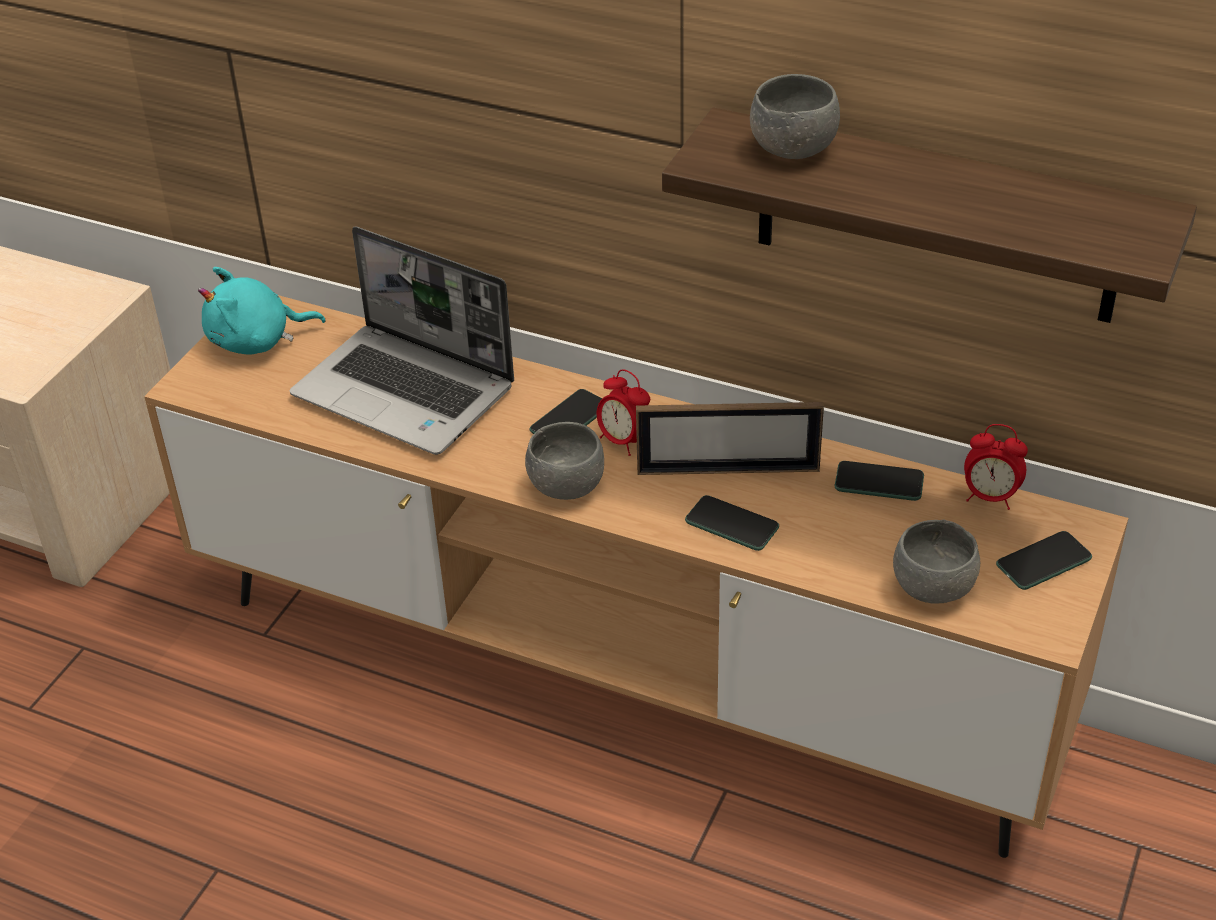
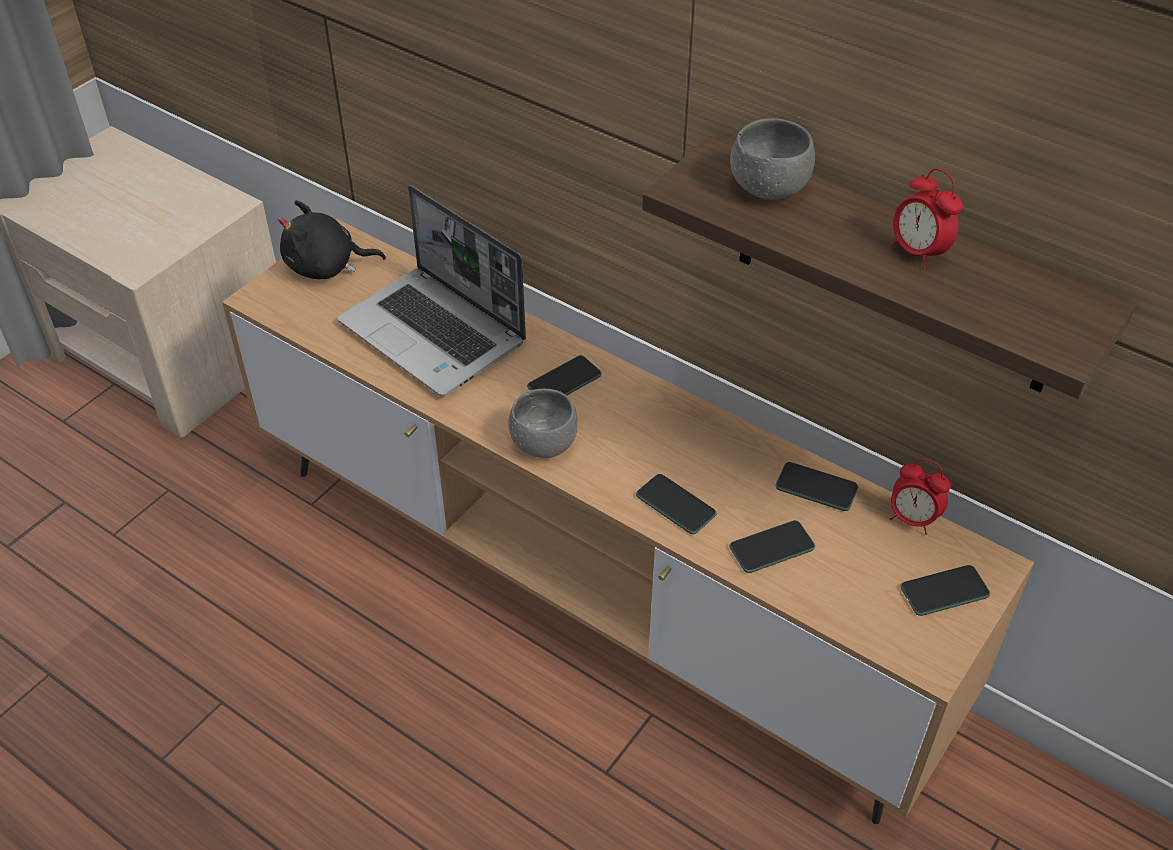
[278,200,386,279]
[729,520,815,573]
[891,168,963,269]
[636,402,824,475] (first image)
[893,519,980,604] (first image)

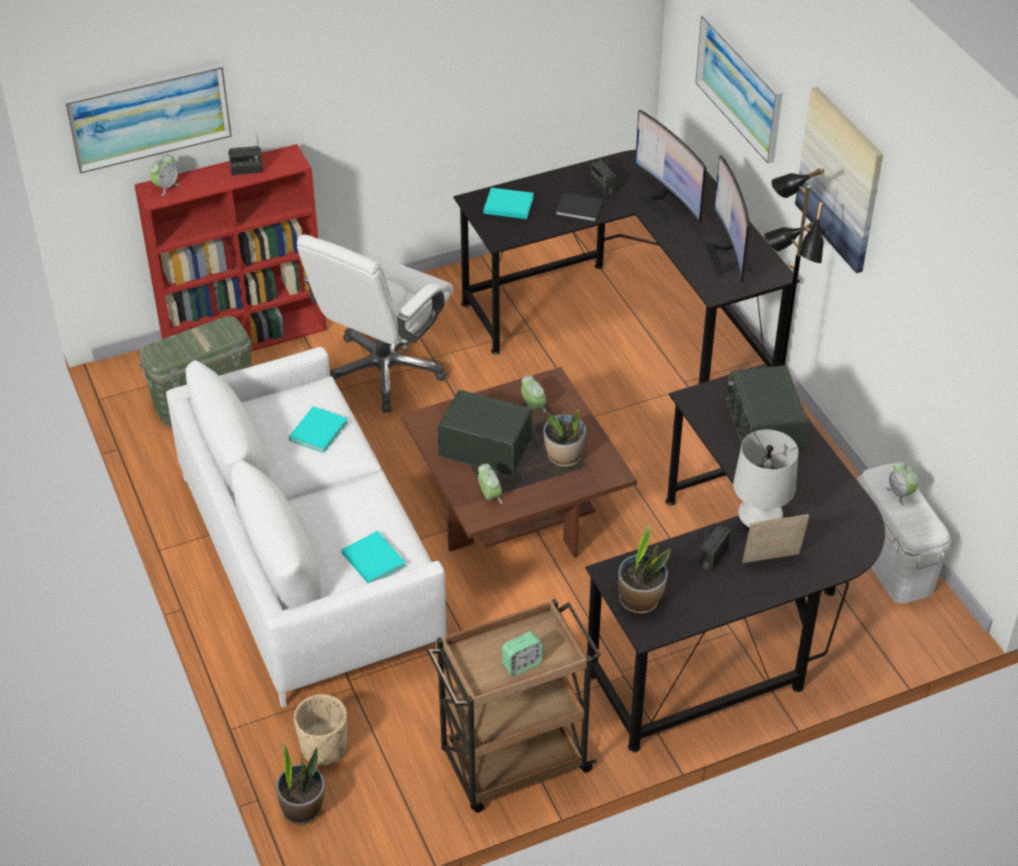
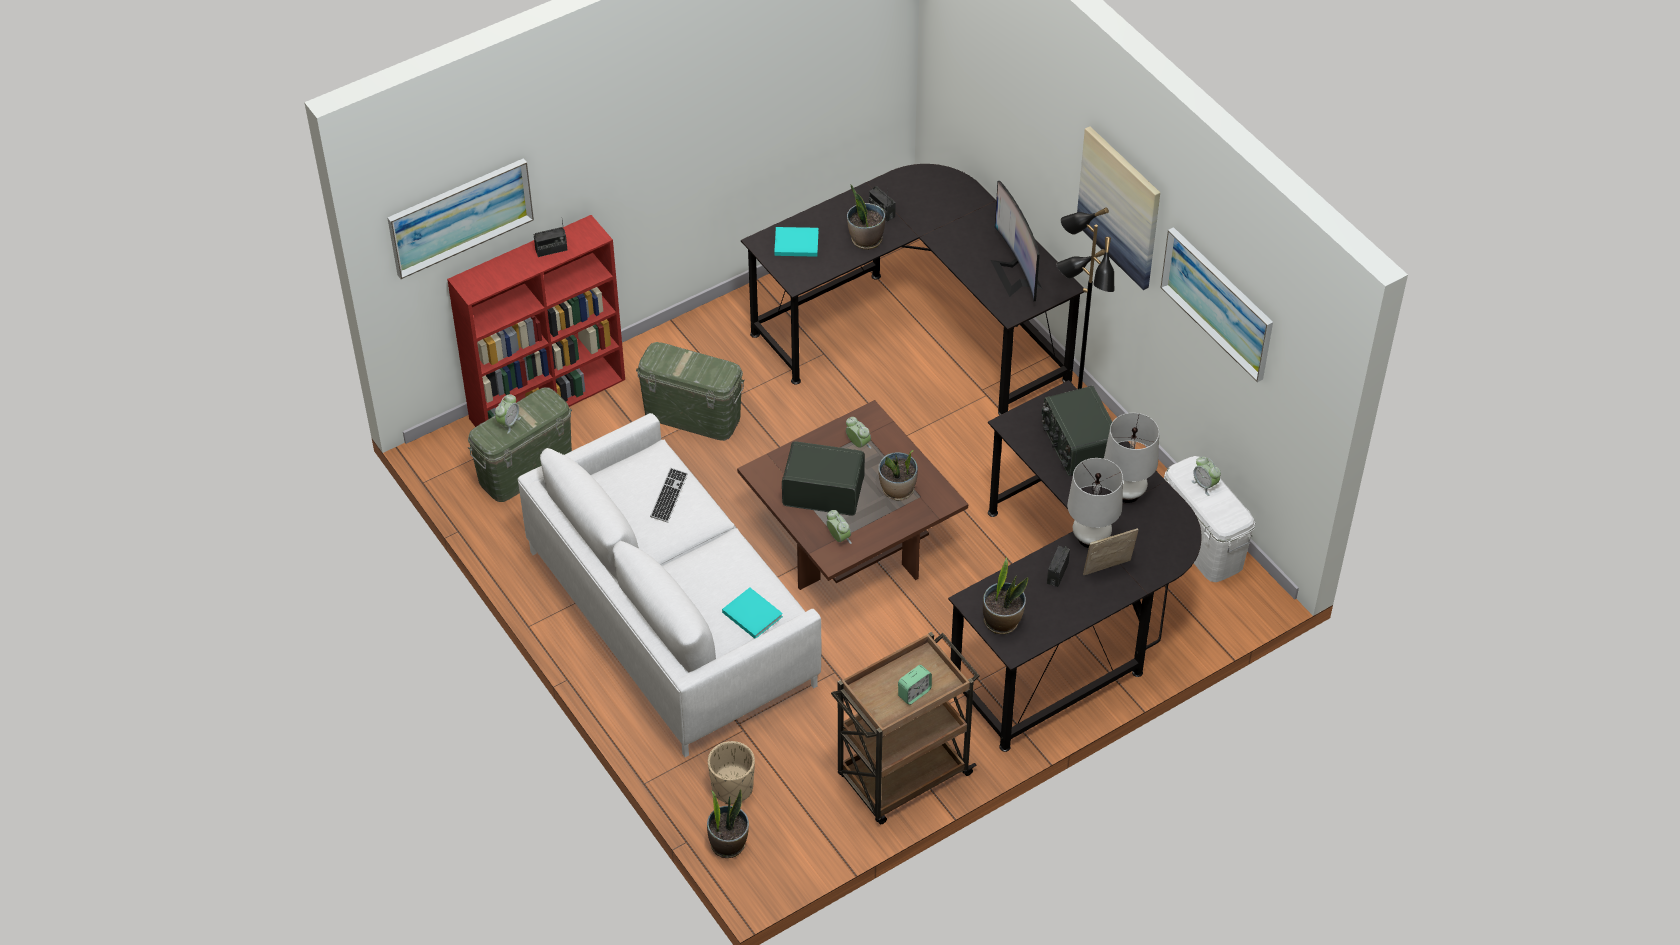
[495,394,521,434]
[636,342,745,441]
[650,468,688,523]
[847,185,885,250]
[1104,413,1159,503]
[1160,227,1273,382]
[635,110,706,225] (first image)

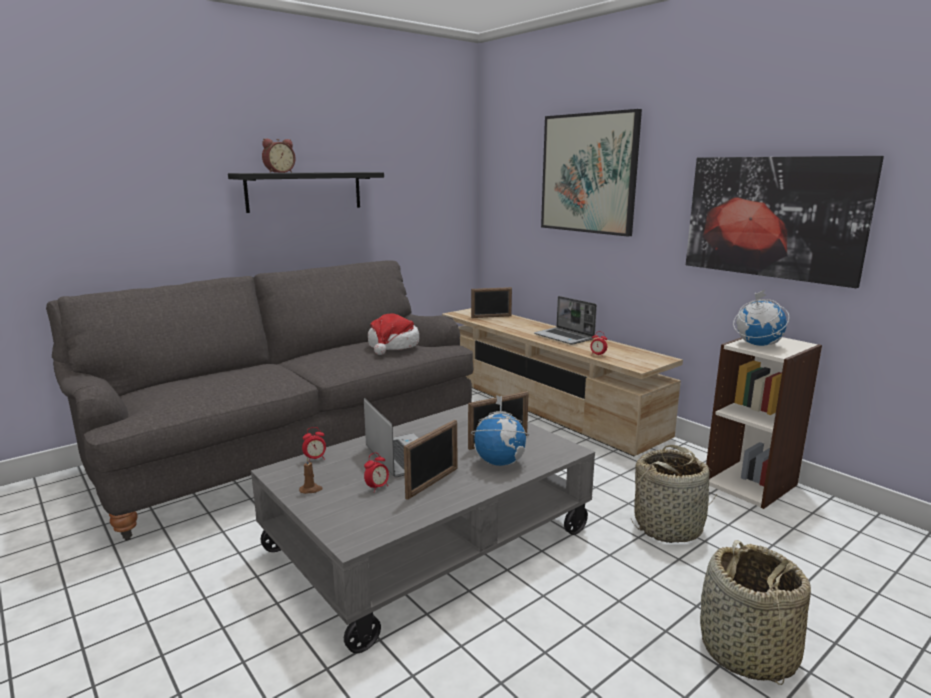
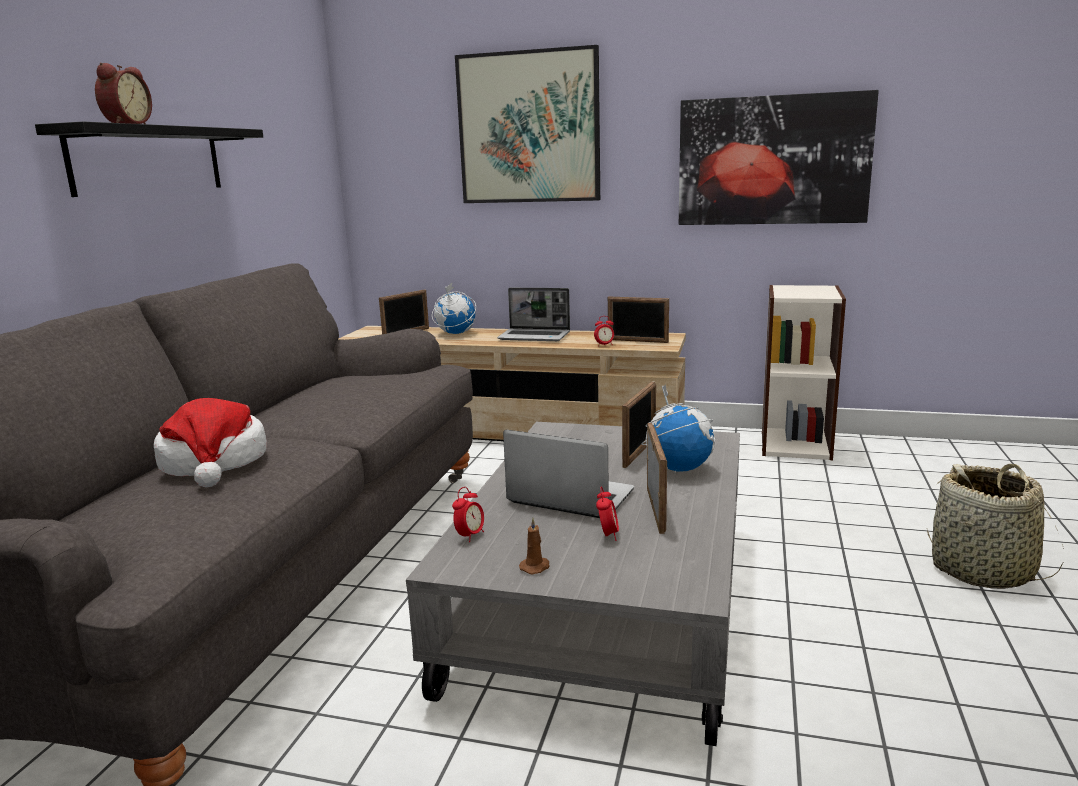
[154,398,267,487]
[432,283,476,334]
[608,297,669,343]
[631,445,717,543] (first image)

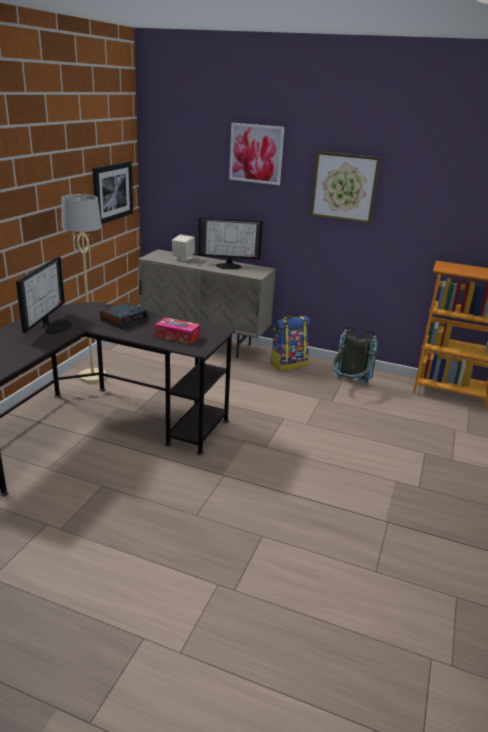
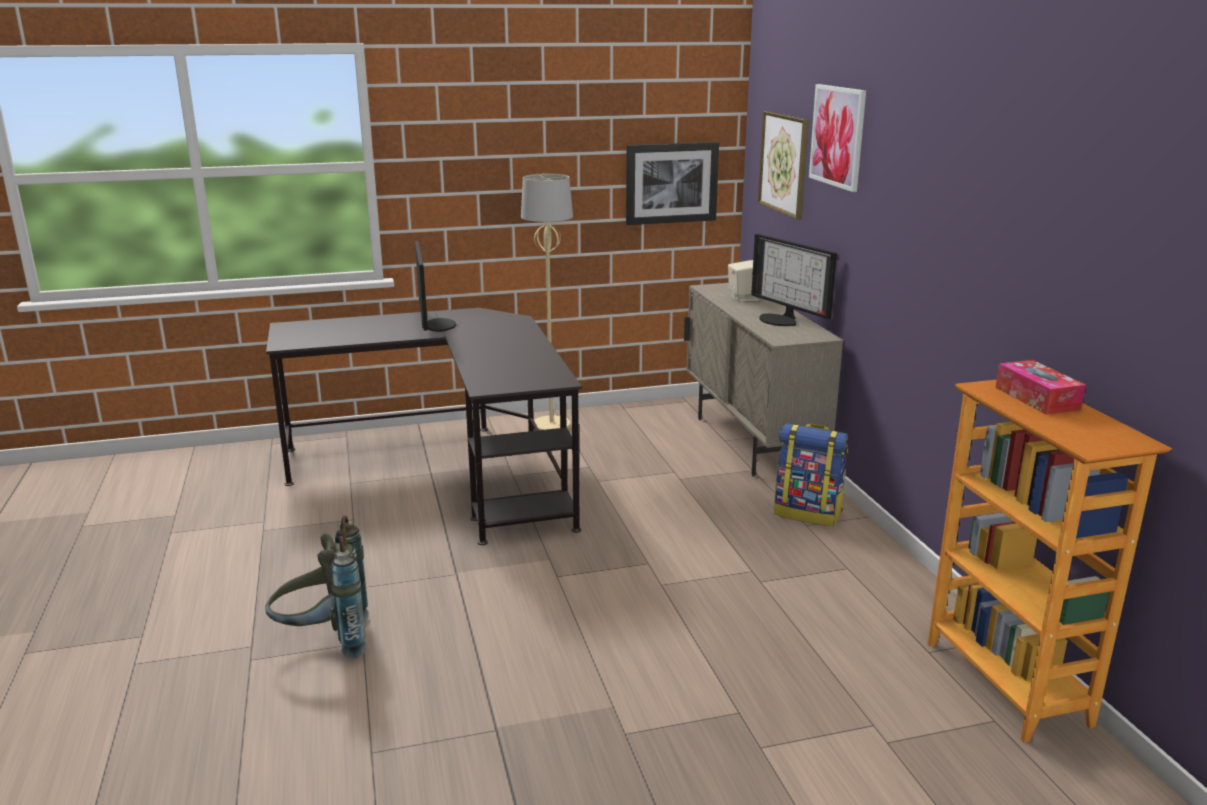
[265,515,369,658]
[415,241,456,332]
[758,111,809,220]
[995,360,1086,415]
[100,302,149,329] (first image)

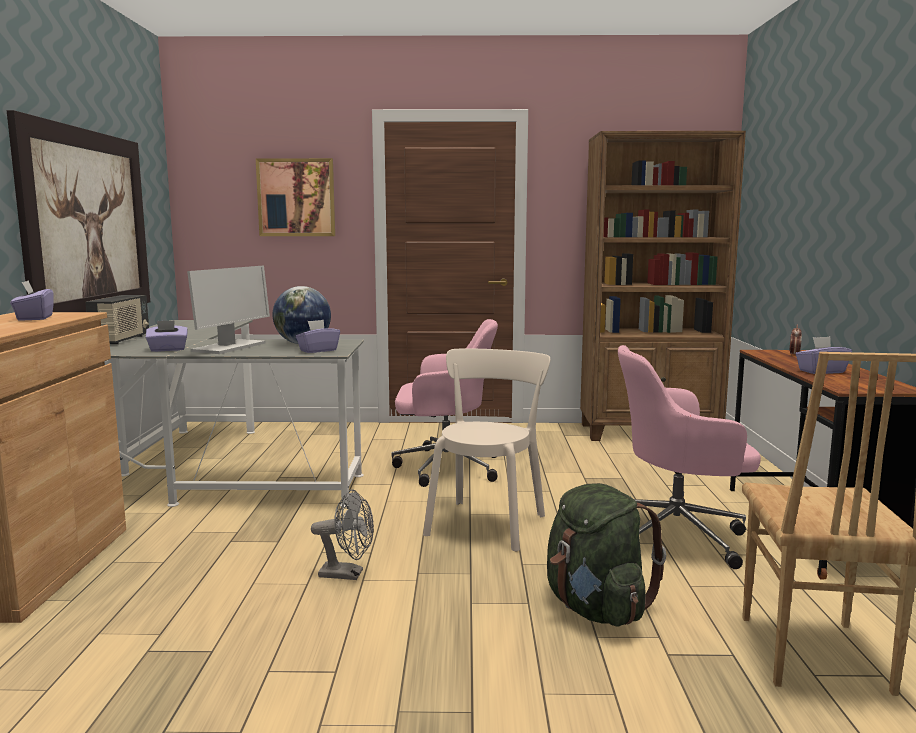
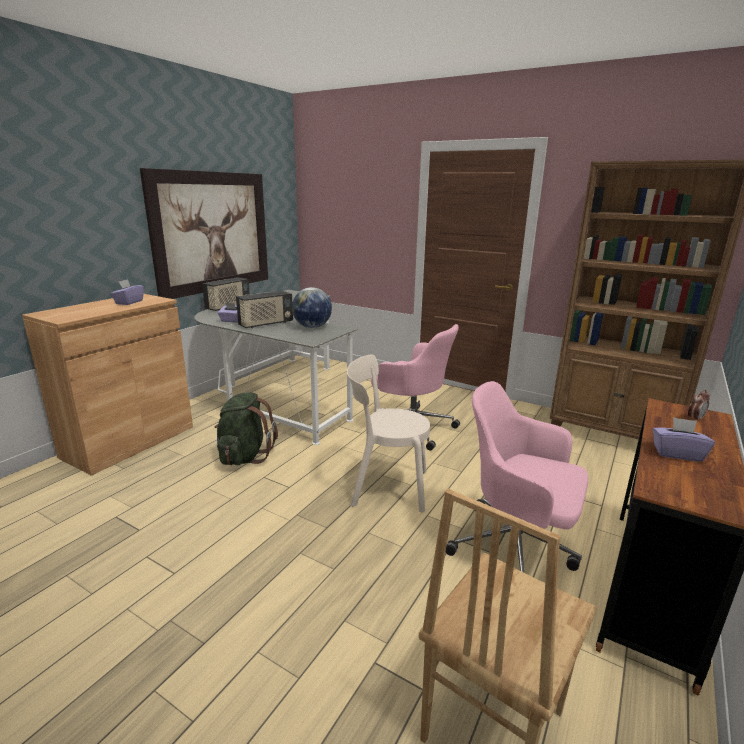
[214,392,278,465]
[236,291,293,328]
[347,354,430,512]
[256,158,335,236] (first image)
[296,320,340,353] (first image)
[311,489,374,580] (first image)

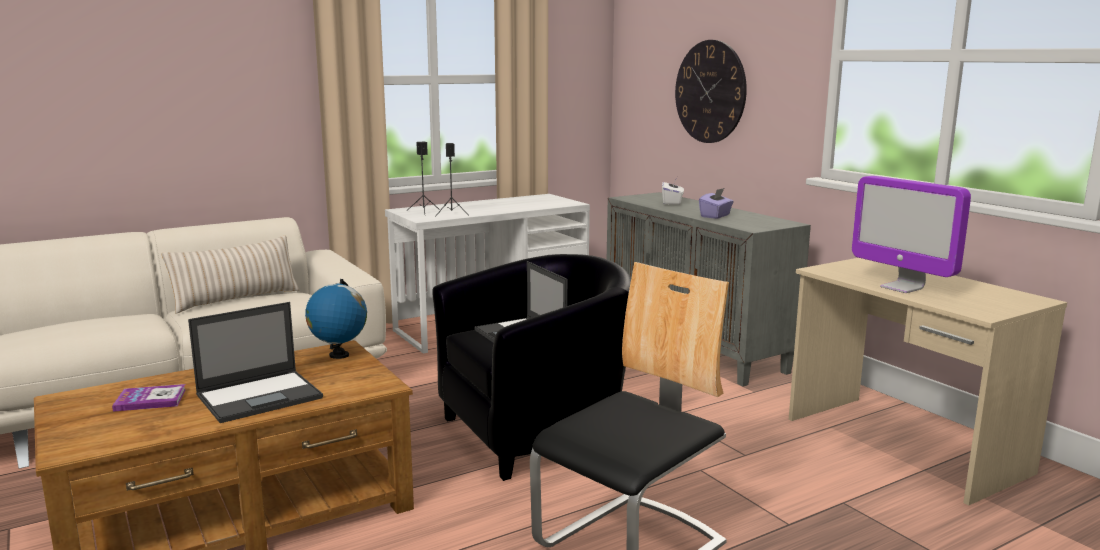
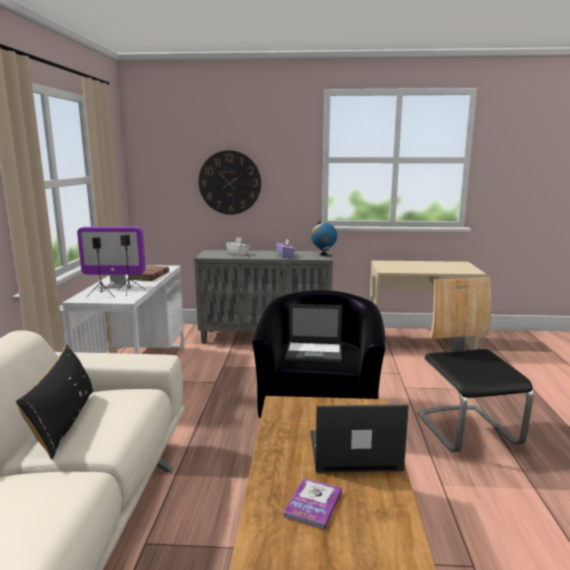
[16,345,93,459]
[77,227,146,288]
[129,265,169,281]
[310,404,409,473]
[311,221,337,256]

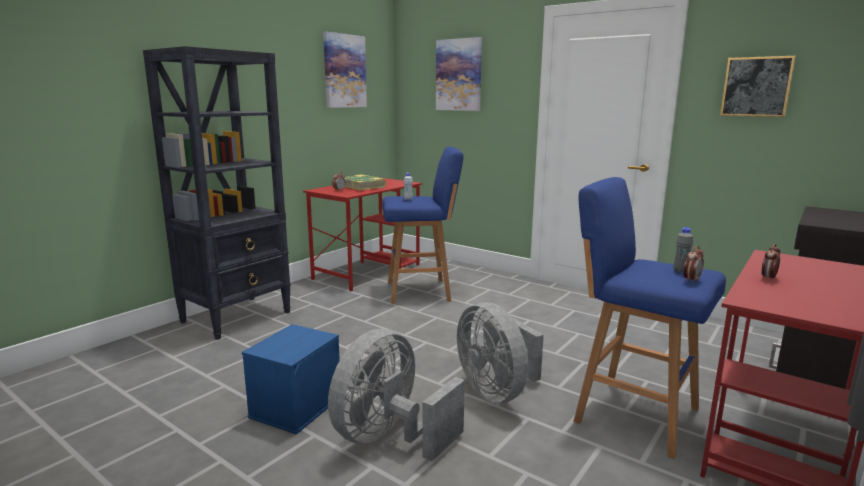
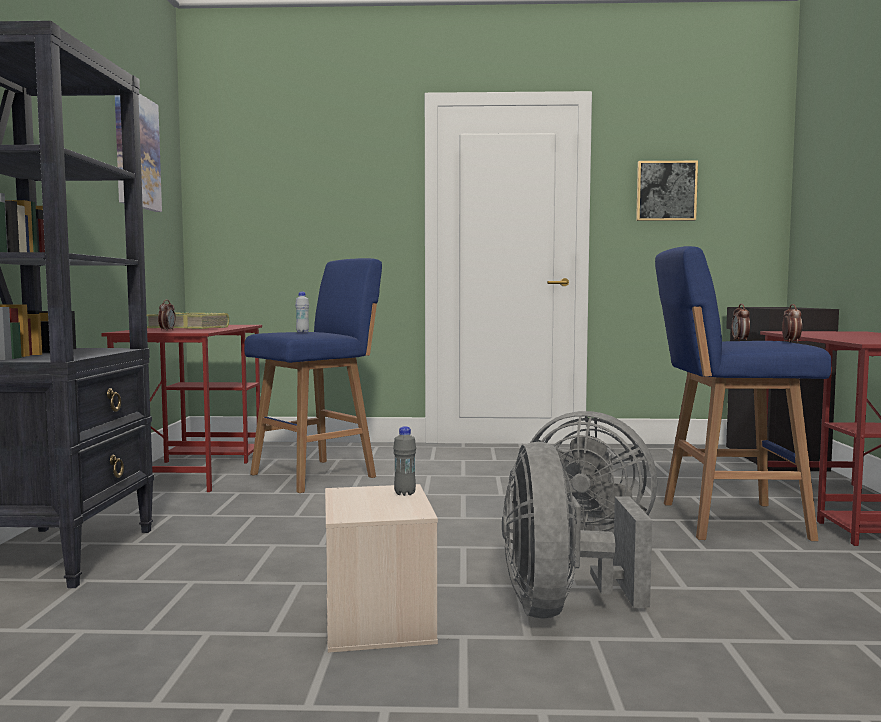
[325,484,438,653]
[393,426,416,496]
[732,304,750,341]
[436,37,482,111] (first image)

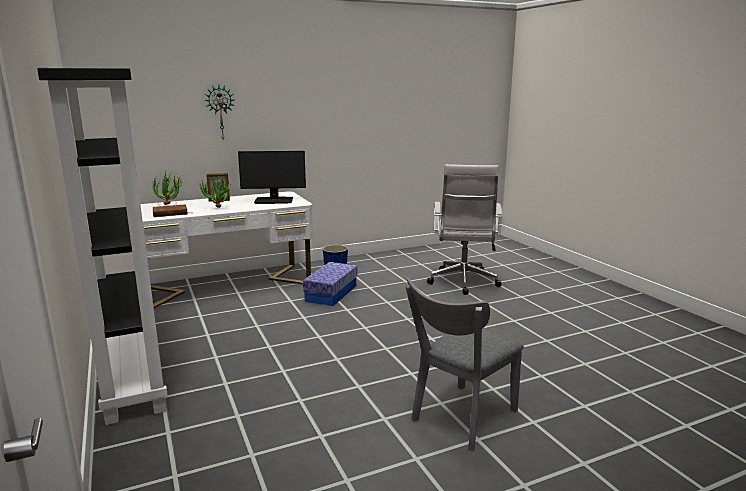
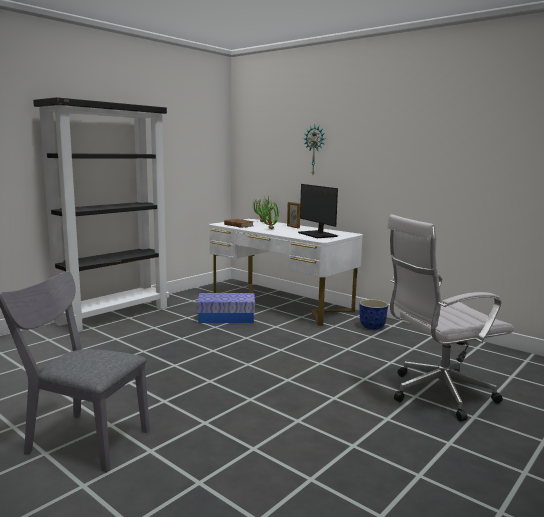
[197,293,255,323]

